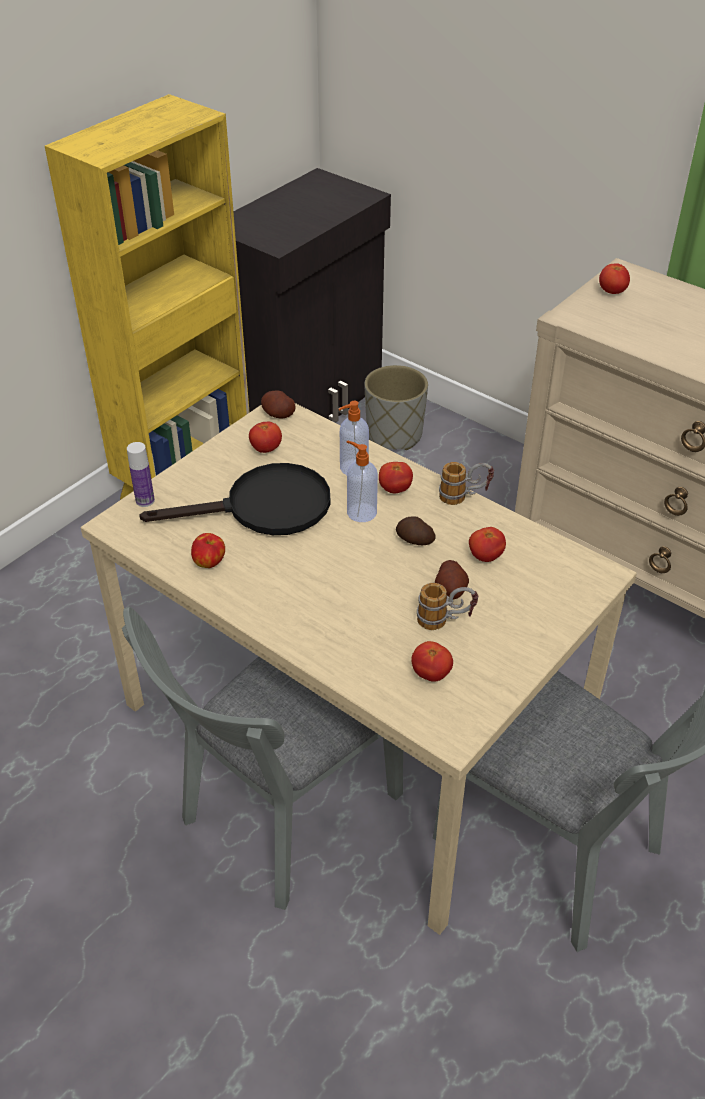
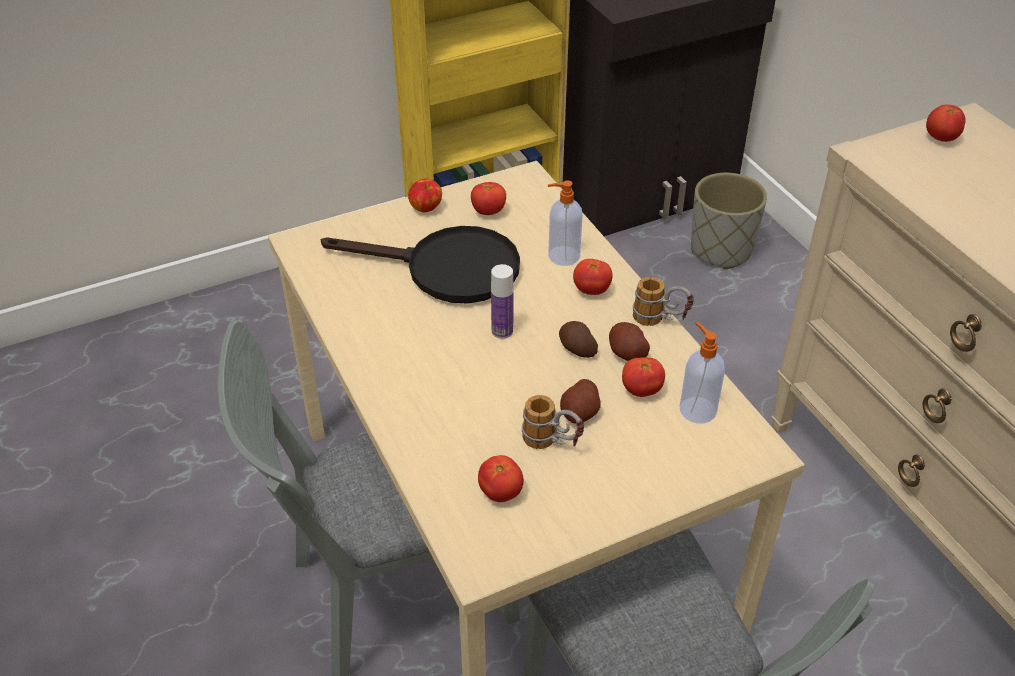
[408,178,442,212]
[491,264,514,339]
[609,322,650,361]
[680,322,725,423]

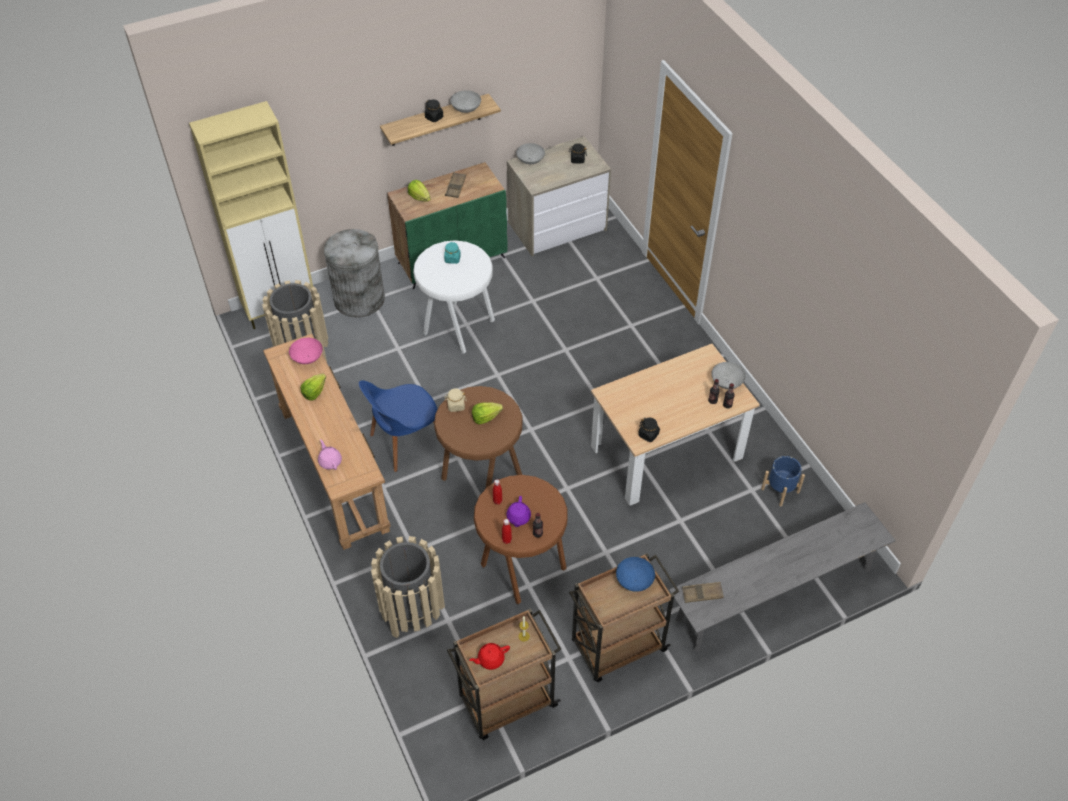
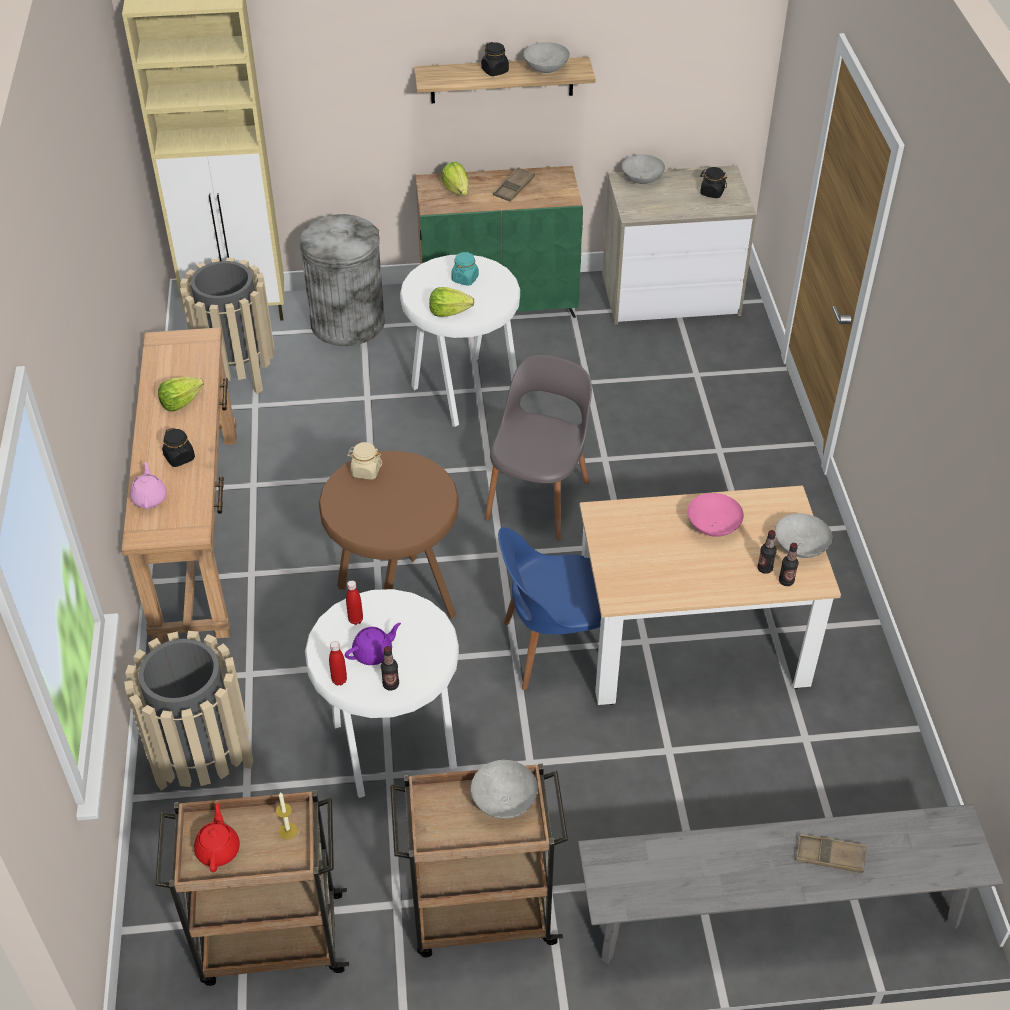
[162,428,195,467]
[194,803,240,872]
[305,589,459,798]
[345,623,401,665]
[429,287,475,317]
[471,760,538,819]
[485,355,592,540]
[498,527,601,690]
[687,493,744,537]
[795,834,867,873]
[761,456,805,506] (first image)

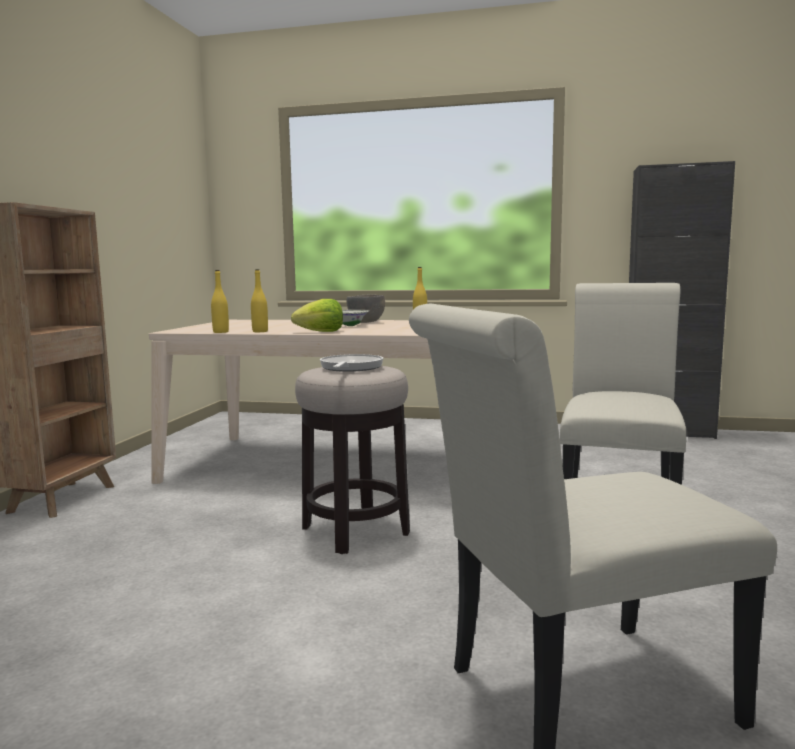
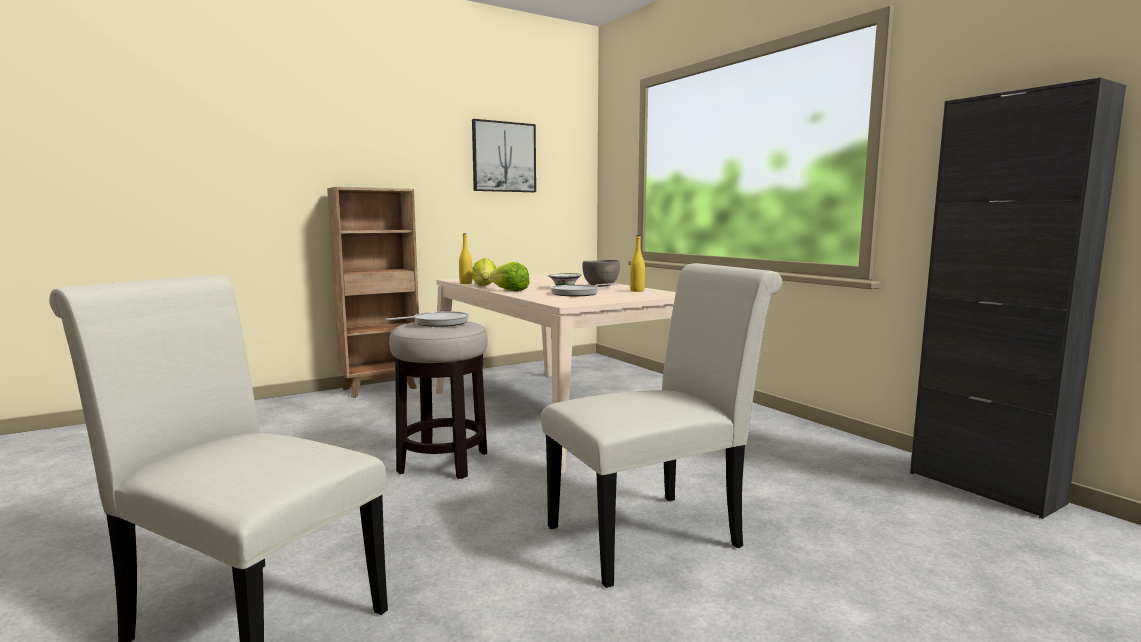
[472,119,536,192]
[472,258,496,286]
[551,283,618,296]

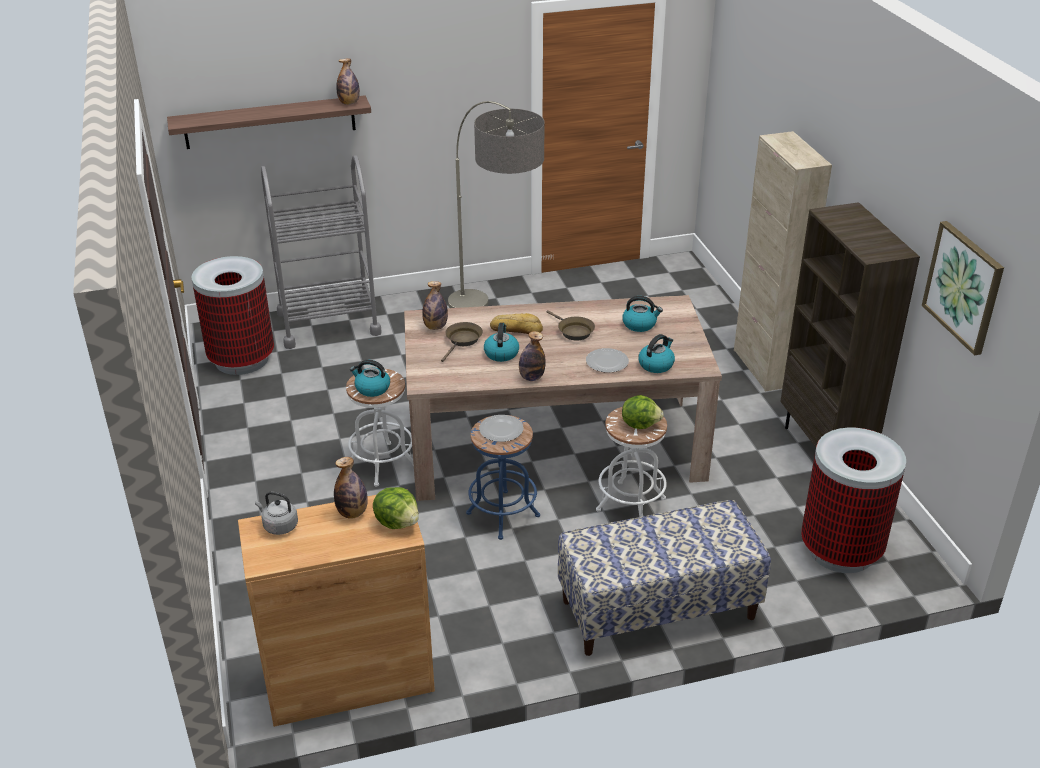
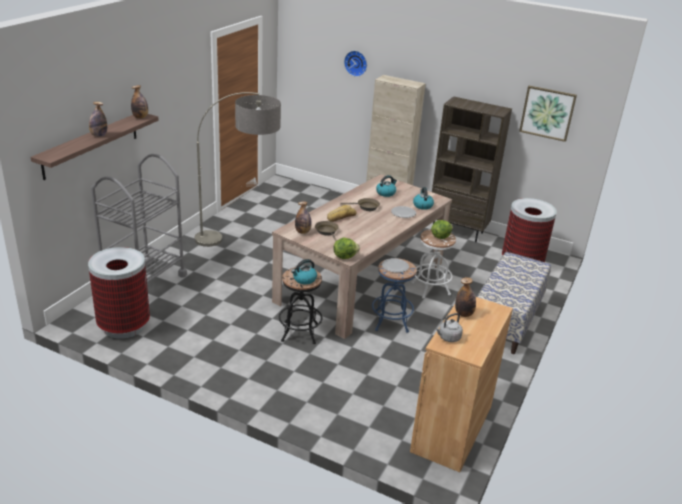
[89,102,107,137]
[279,267,322,344]
[333,238,360,259]
[344,51,367,77]
[484,323,519,362] (first image)

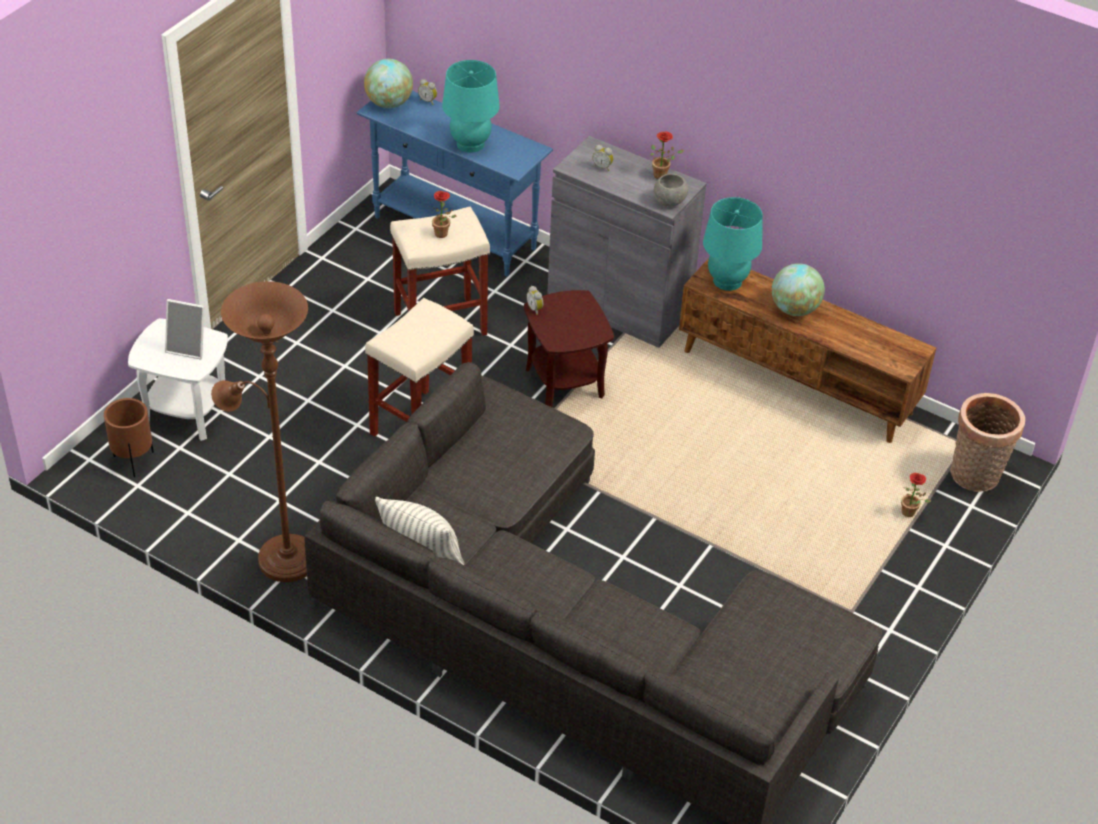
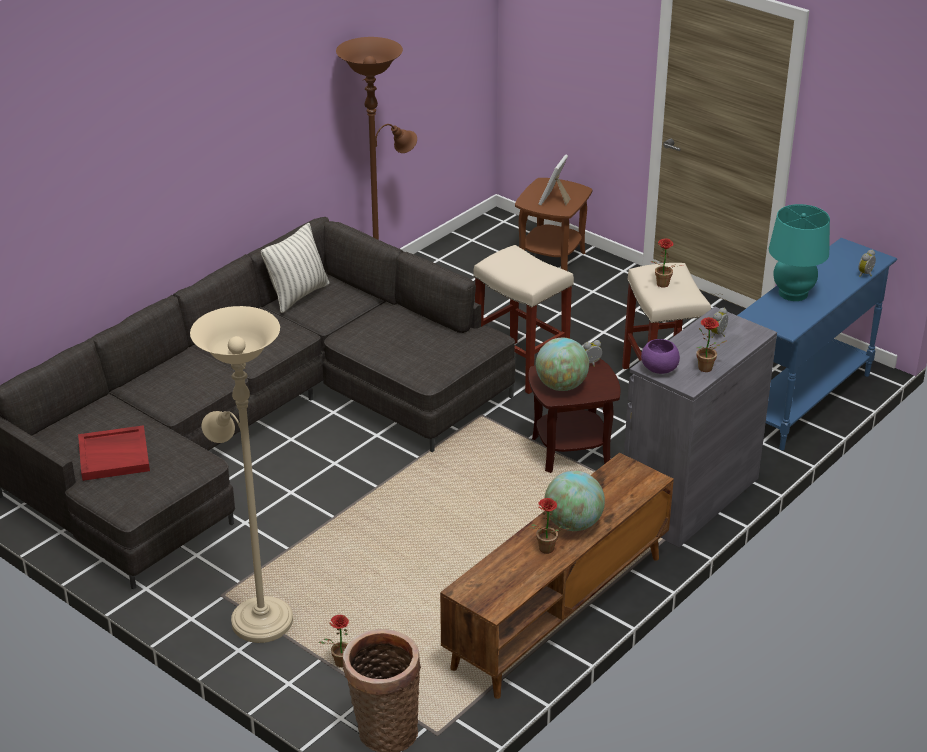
[78,425,150,481]
[190,306,293,643]
[515,178,592,271]
[529,498,570,554]
[536,338,589,391]
[641,339,680,374]
[104,398,154,477] (first image)
[703,197,763,291] (first image)

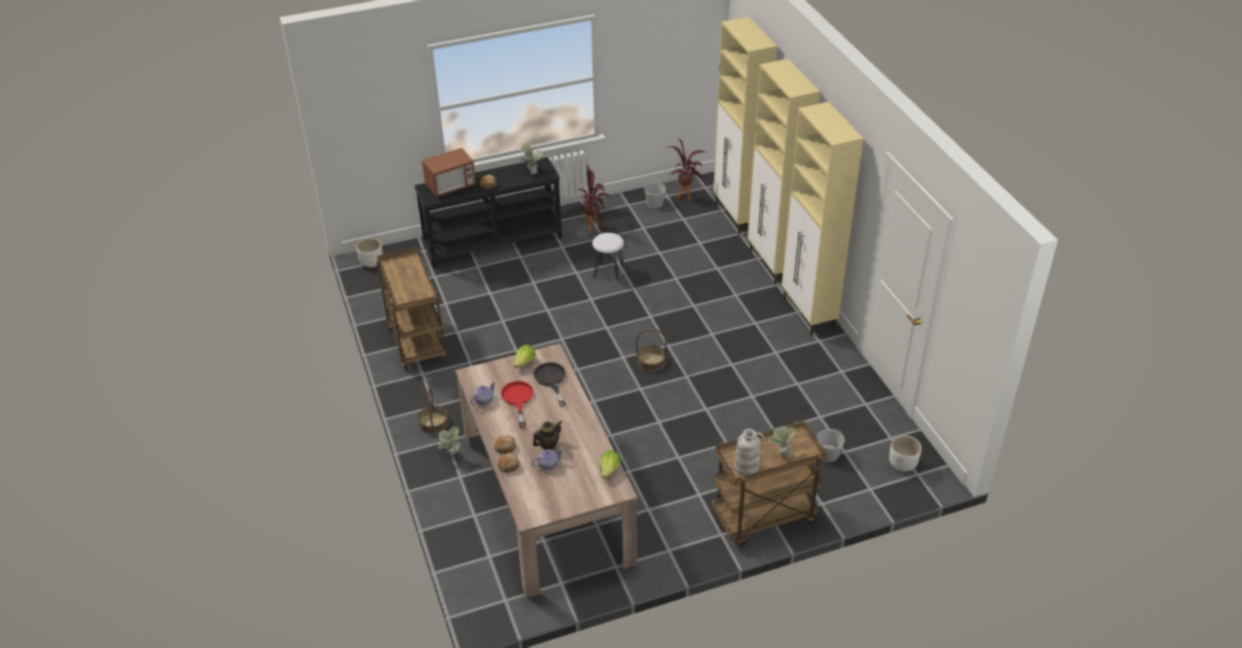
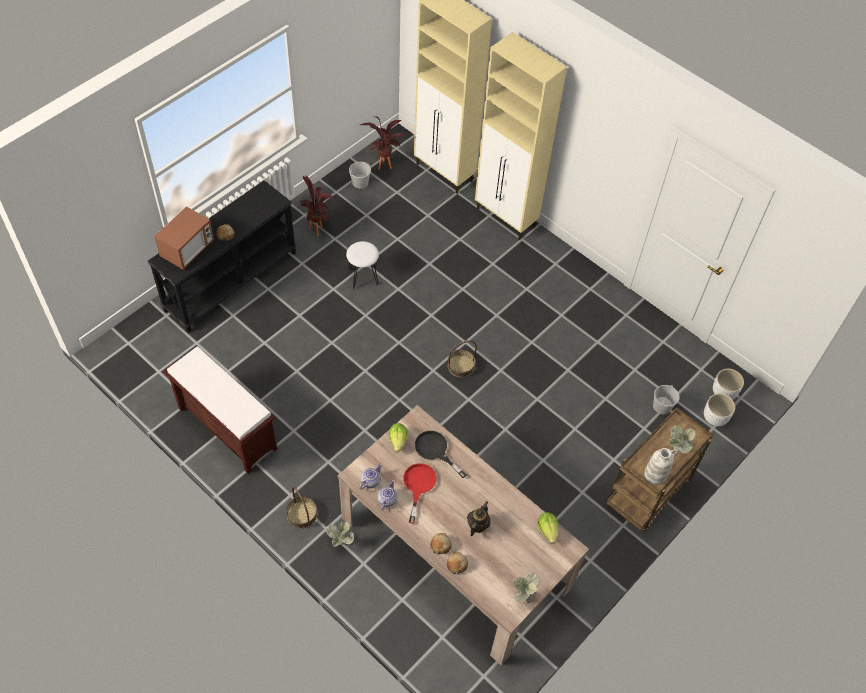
[163,346,277,474]
[359,464,382,490]
[403,463,436,524]
[513,573,540,604]
[704,394,735,426]
[781,102,863,335] (first image)

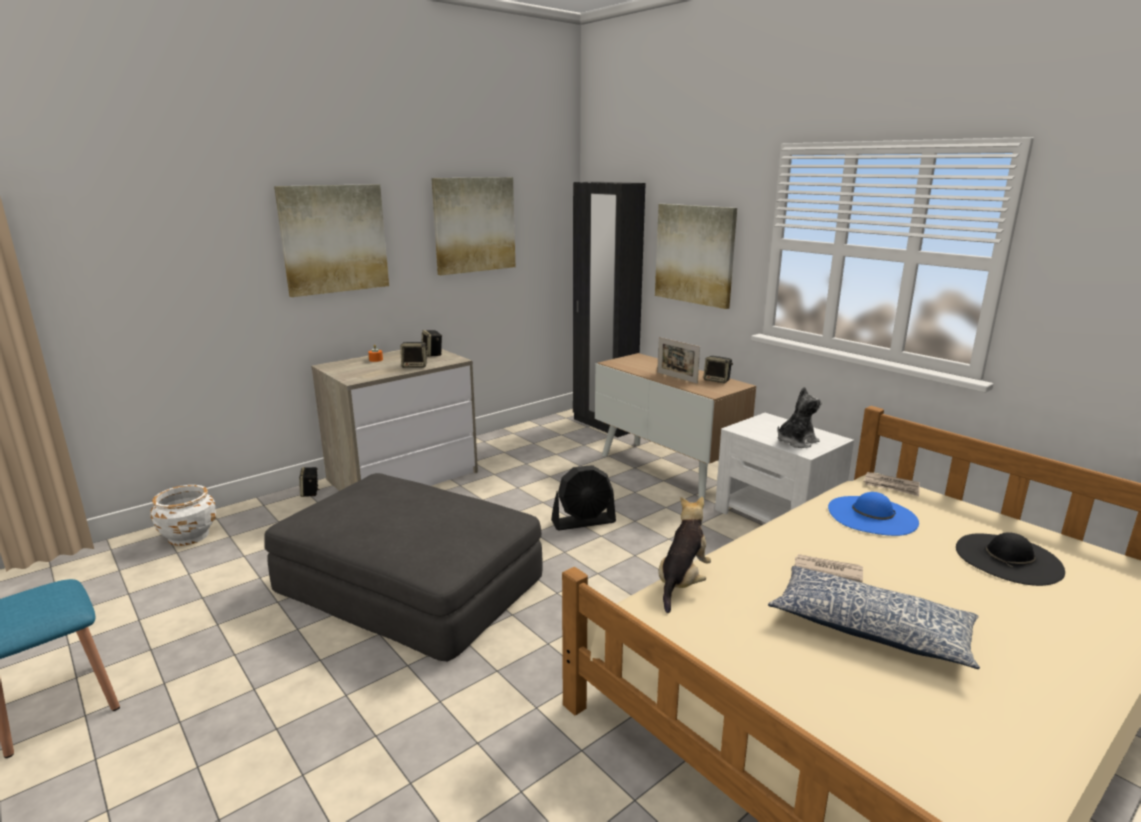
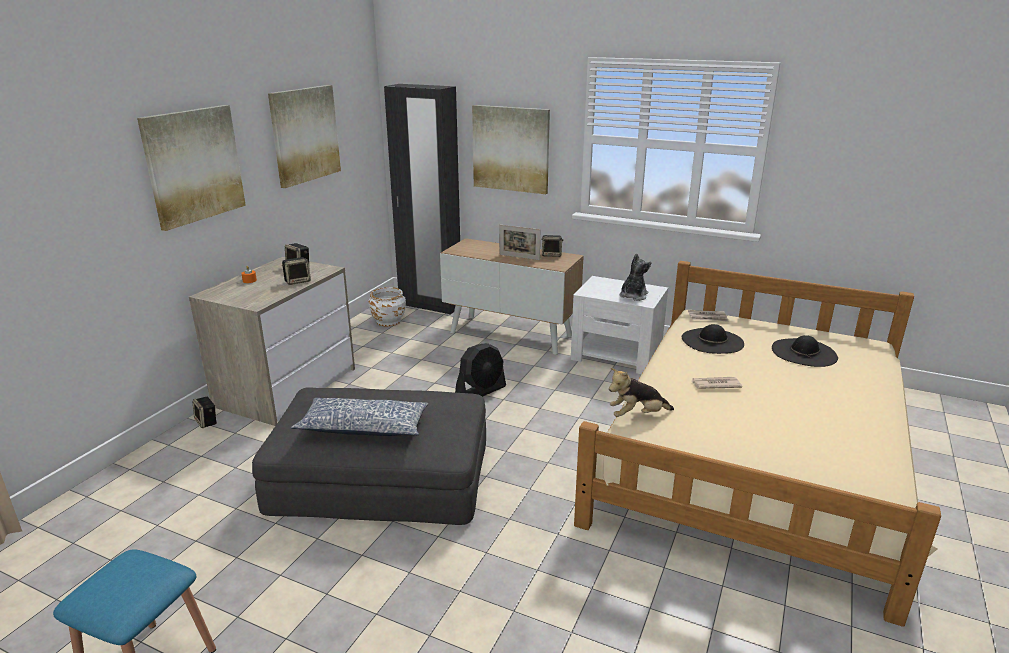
[291,398,428,436]
[368,287,406,326]
[609,368,674,417]
[682,324,744,354]

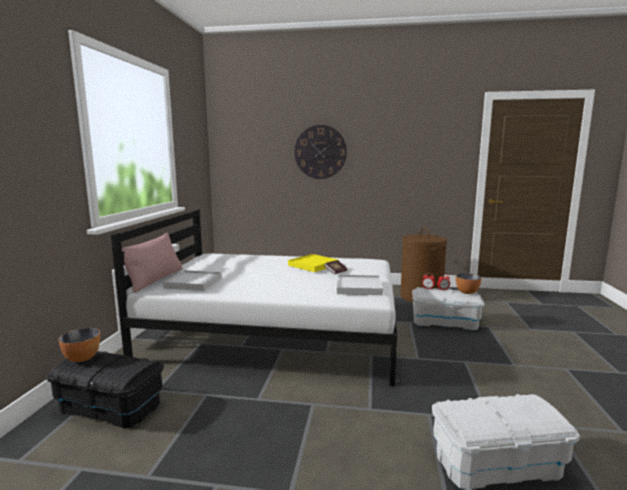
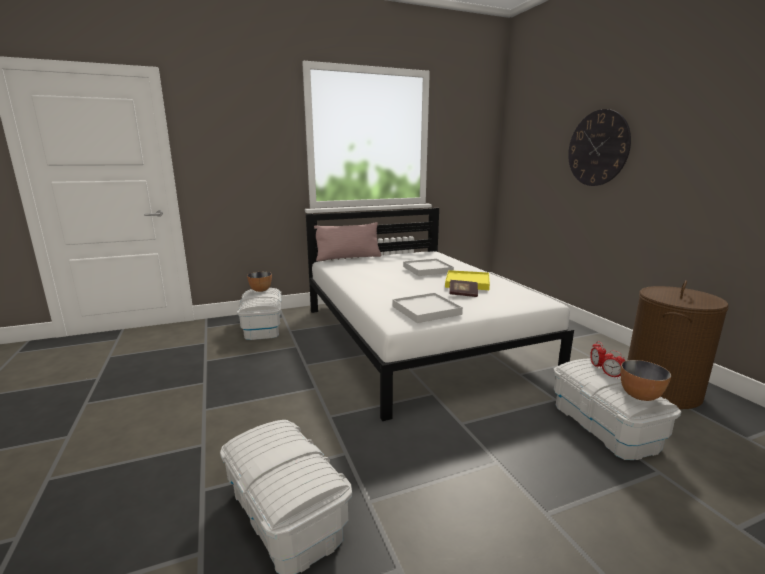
[237,288,281,340]
[403,259,454,276]

